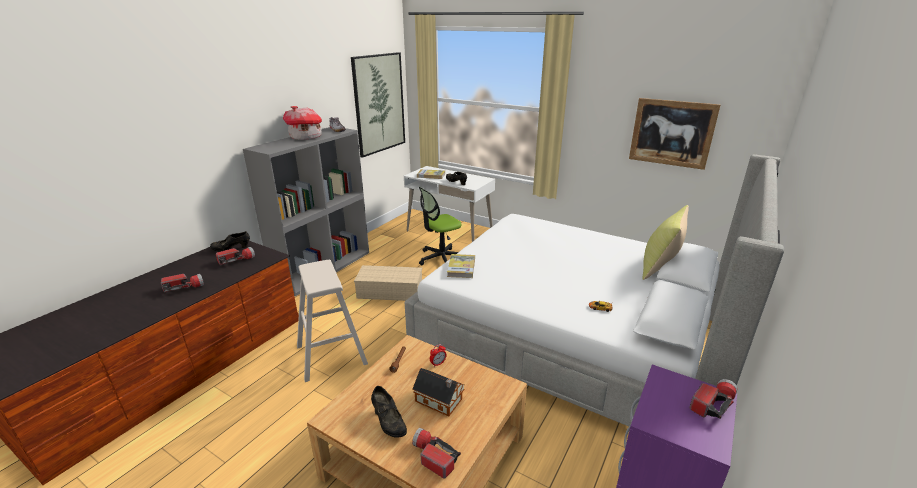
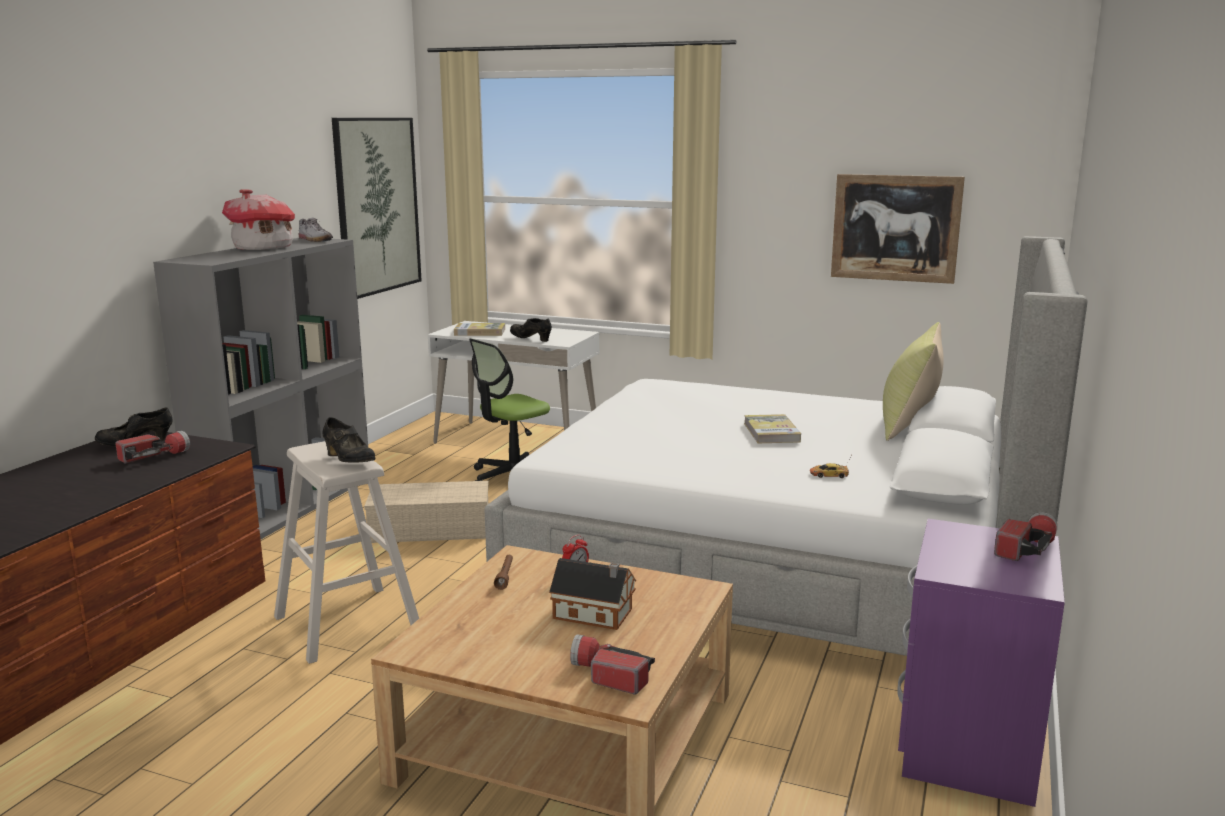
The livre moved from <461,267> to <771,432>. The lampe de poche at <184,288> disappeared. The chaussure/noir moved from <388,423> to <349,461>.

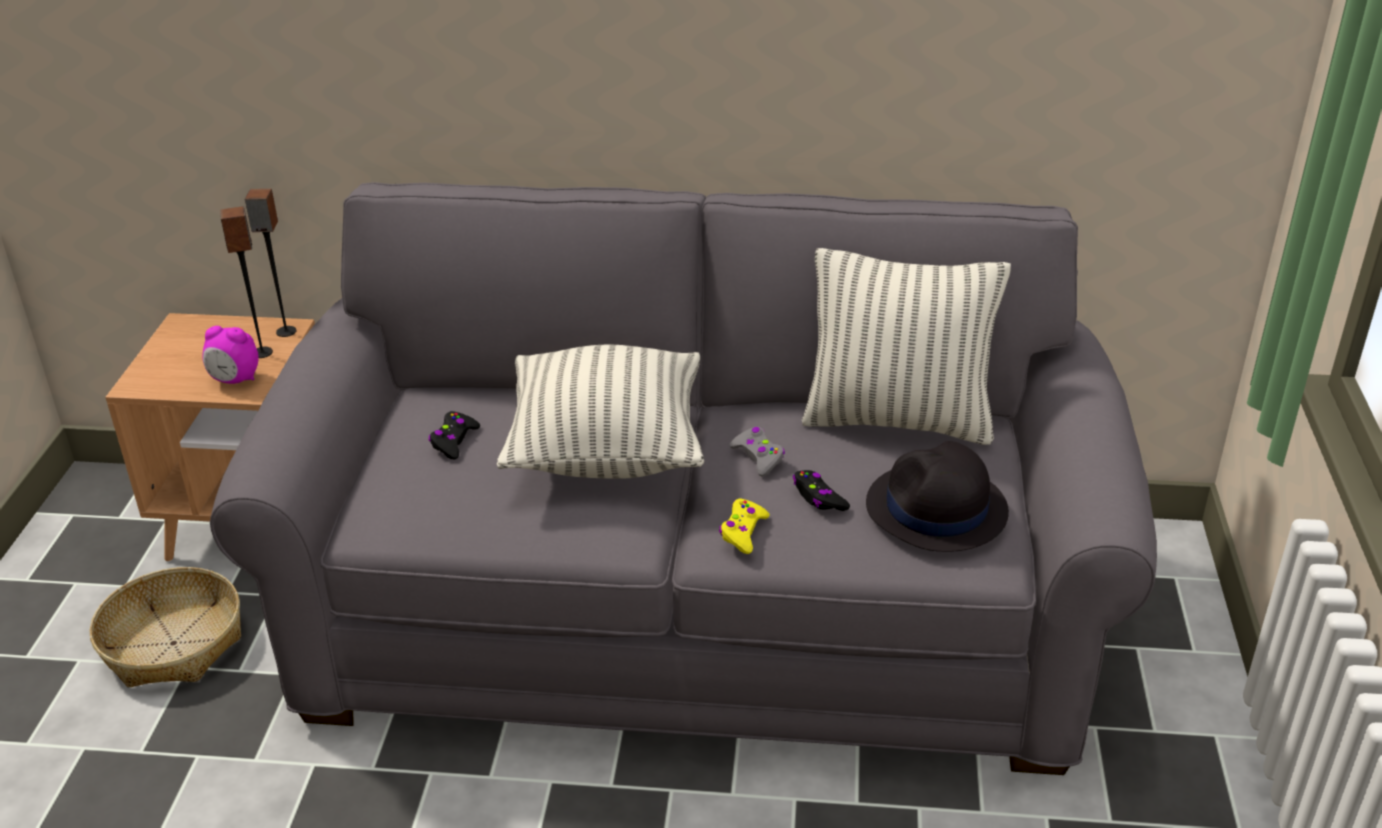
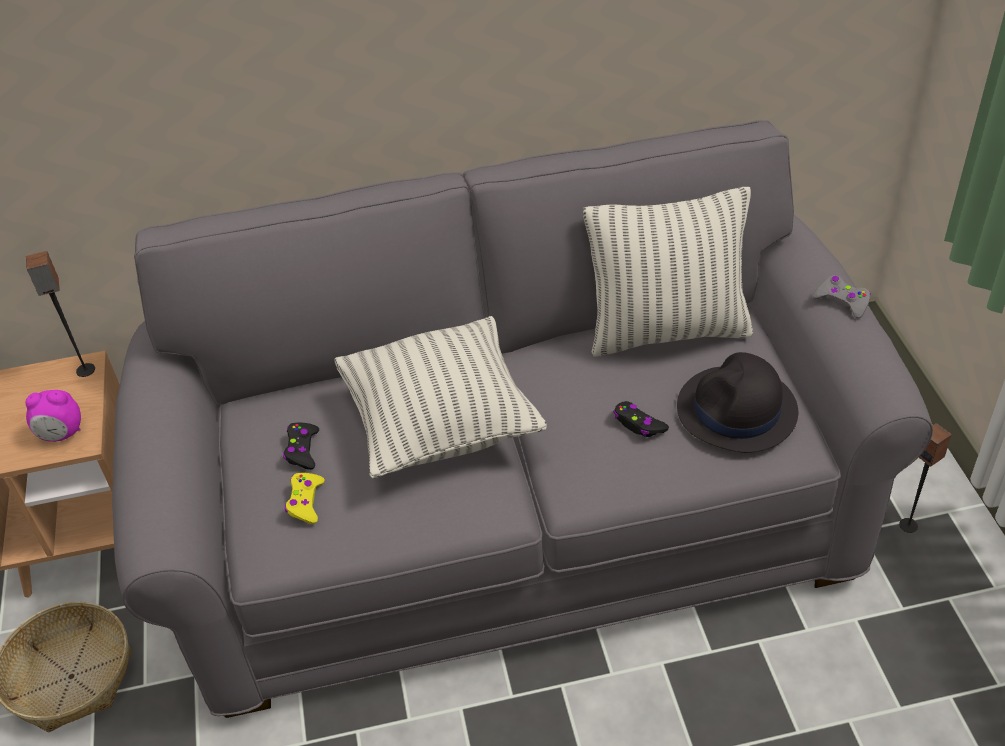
The enceinte moved from <262,352> to <908,525>. The manette/gris moved from <758,457> to <842,301>. The manette/jaune moved from <743,532> to <305,502>.

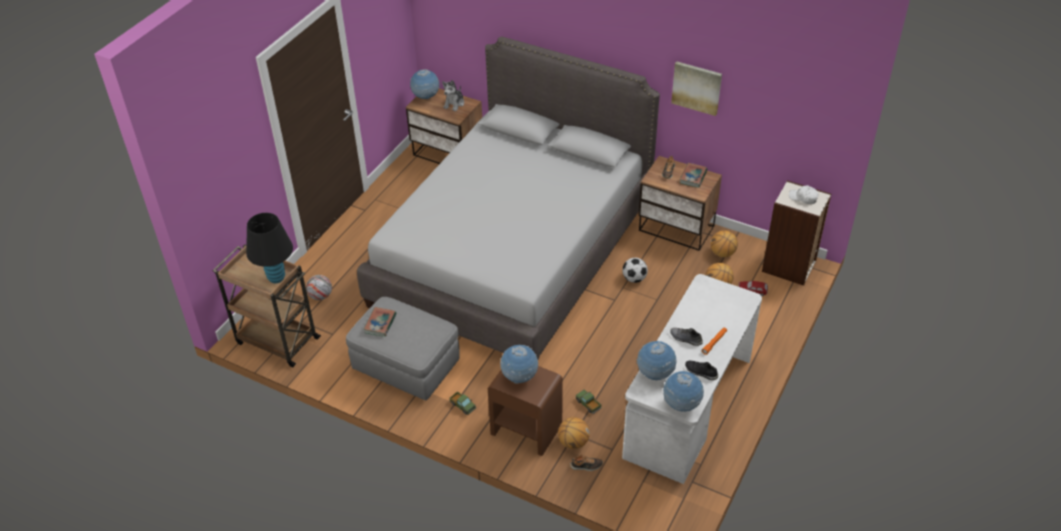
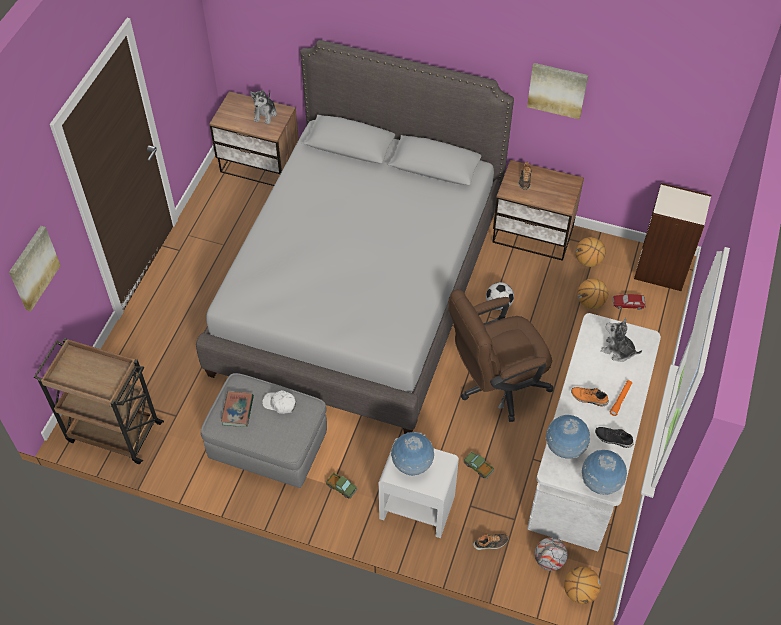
The globe at <426,97> disappeared. The livre at <693,177> disappeared. The casquette/blanc moved from <803,198> to <280,404>. The lampe de table/noir at <276,278> disappeared. The ballon de foot moved from <320,296> to <549,560>. The chaussure/gris at <685,339> became the chaussure/orange at <588,398>. The table de chevet/marron at <525,429> became the table de chevet/blanc at <416,507>. The ballon de basket moved from <573,442> to <579,592>. The tableau at <33,268> appeared. The chaise de bureau/marron at <495,386> appeared. The peluche at <618,350> appeared.

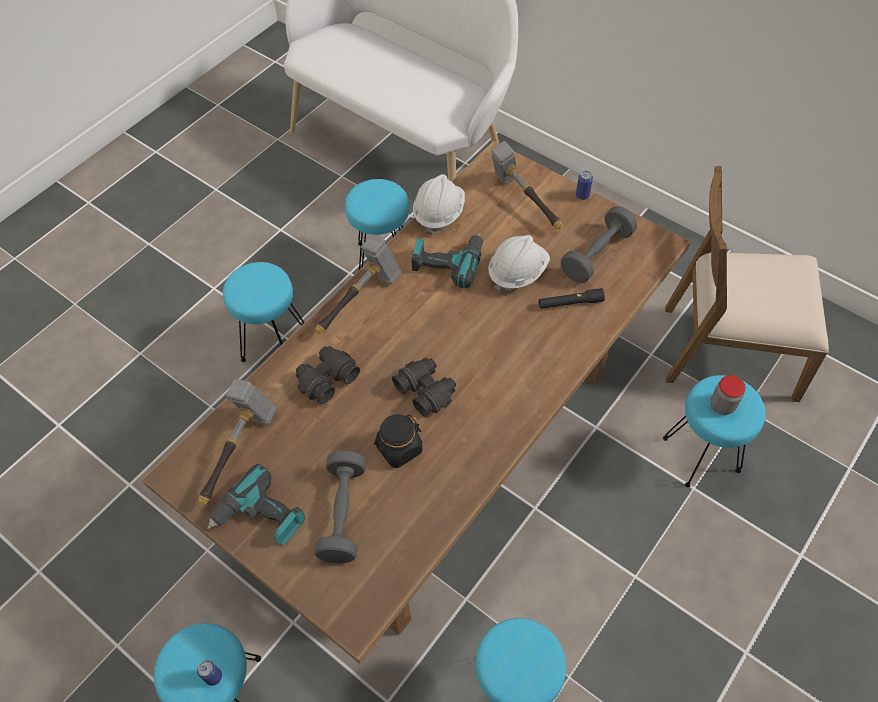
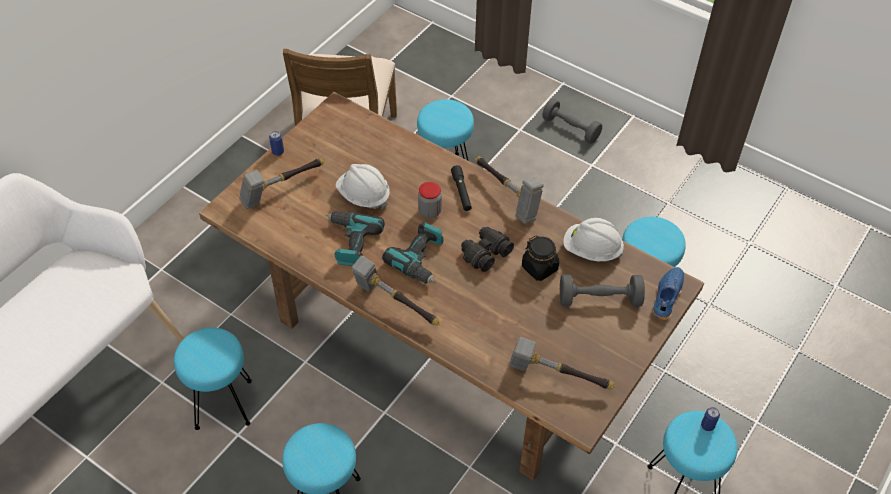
The casque de chantier/blanc moved from <439,213> to <591,250>. The haltère/gris moved from <596,255> to <570,129>. The lampe de poche/noir moved from <570,303> to <461,192>. The jumelles/noir at <326,378> disappeared. The bocal moved from <722,405> to <430,211>. The perceuse moved from <260,517> to <421,259>. The marteau at <506,196> appeared. The chaussure/bleu at <666,297> appeared.

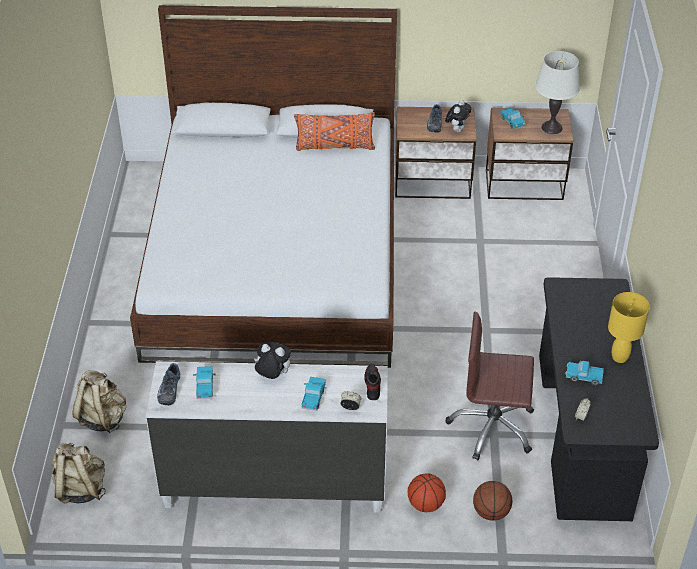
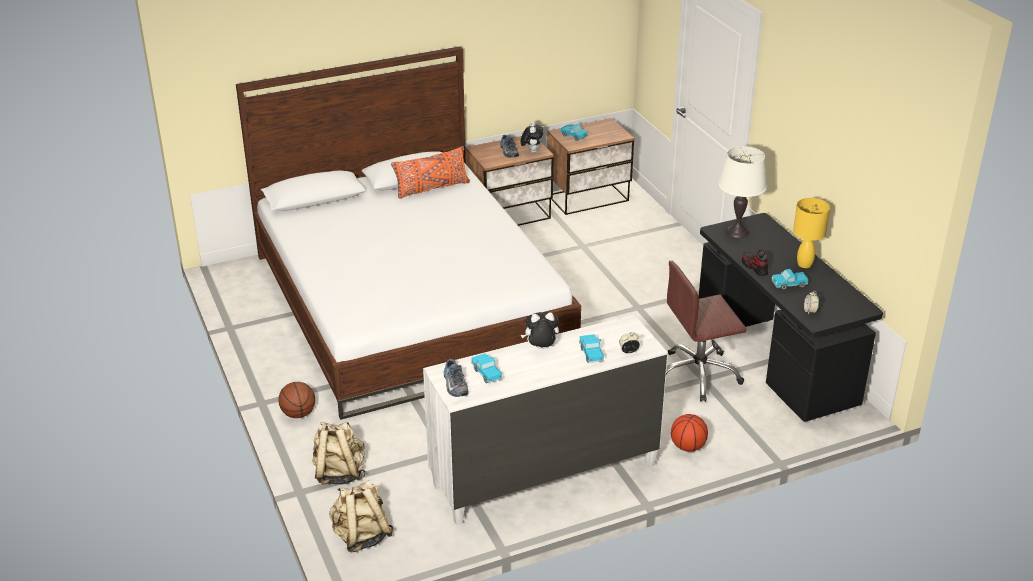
The lampe de table/blanc moved from <552,128> to <737,232>. The chaussure moved from <372,385> to <754,268>. The ballon de basket moved from <491,512> to <298,413>.

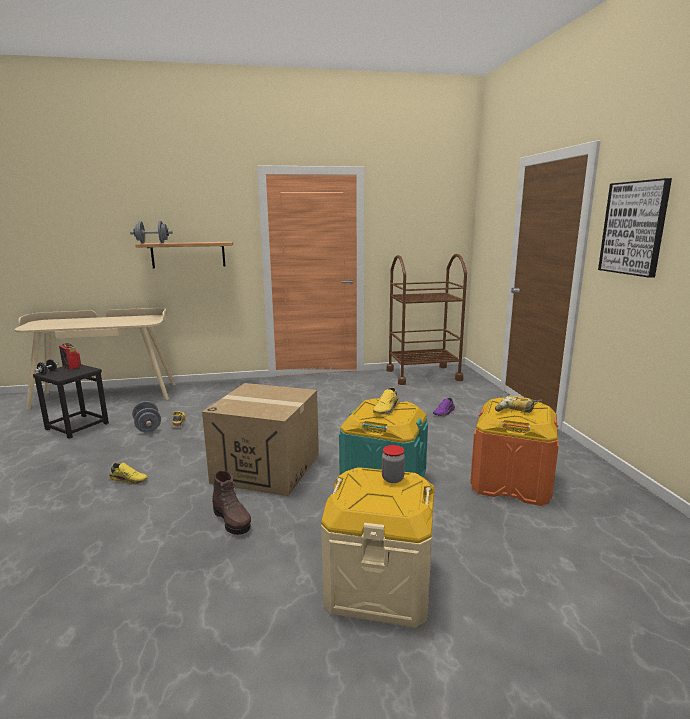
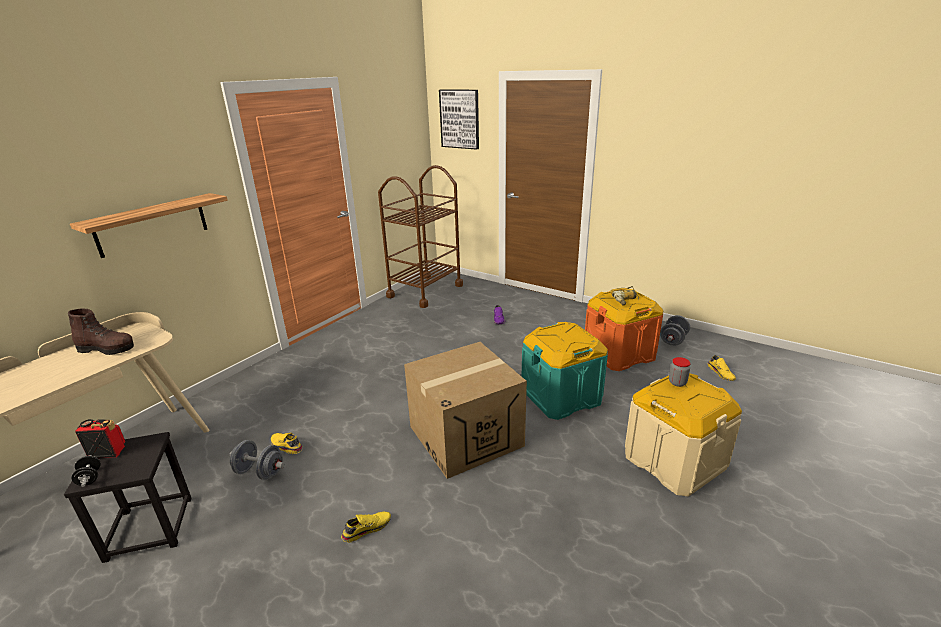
The tableau moved from <634,228> to <460,119>. The haltère/gris moved from <152,243> to <673,340>. The chaussure/jaune moved from <387,409> to <721,373>. The botte/marron moved from <232,520> to <107,349>.

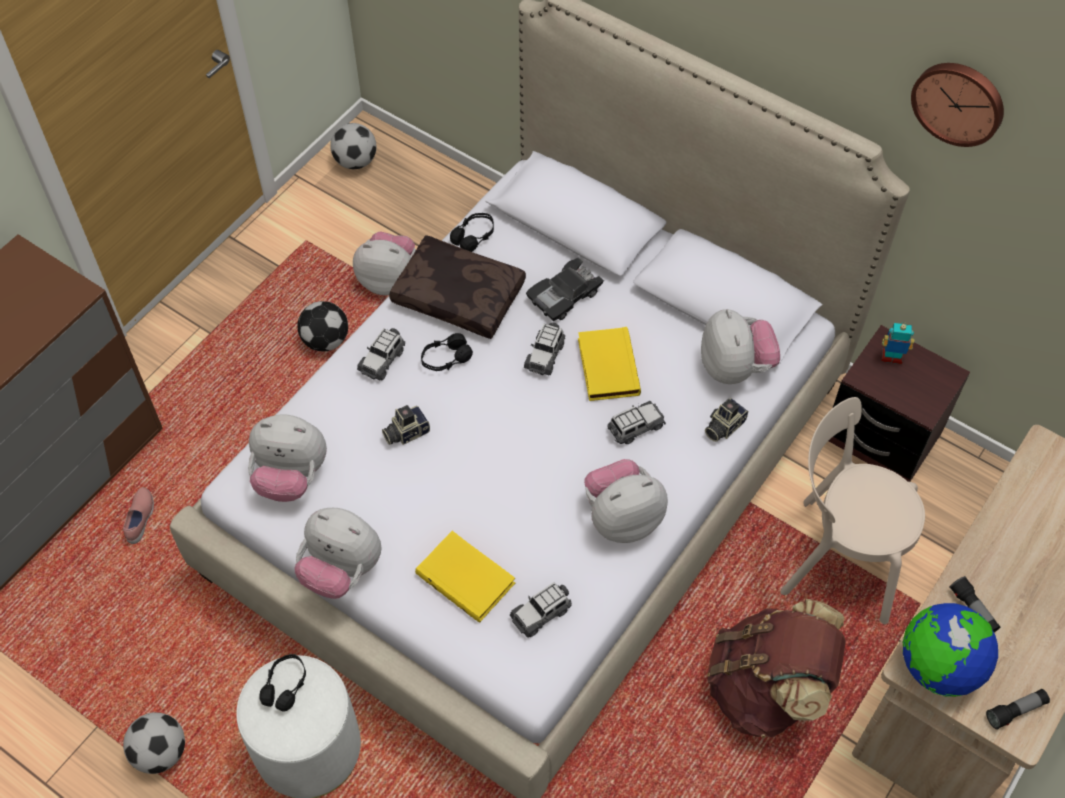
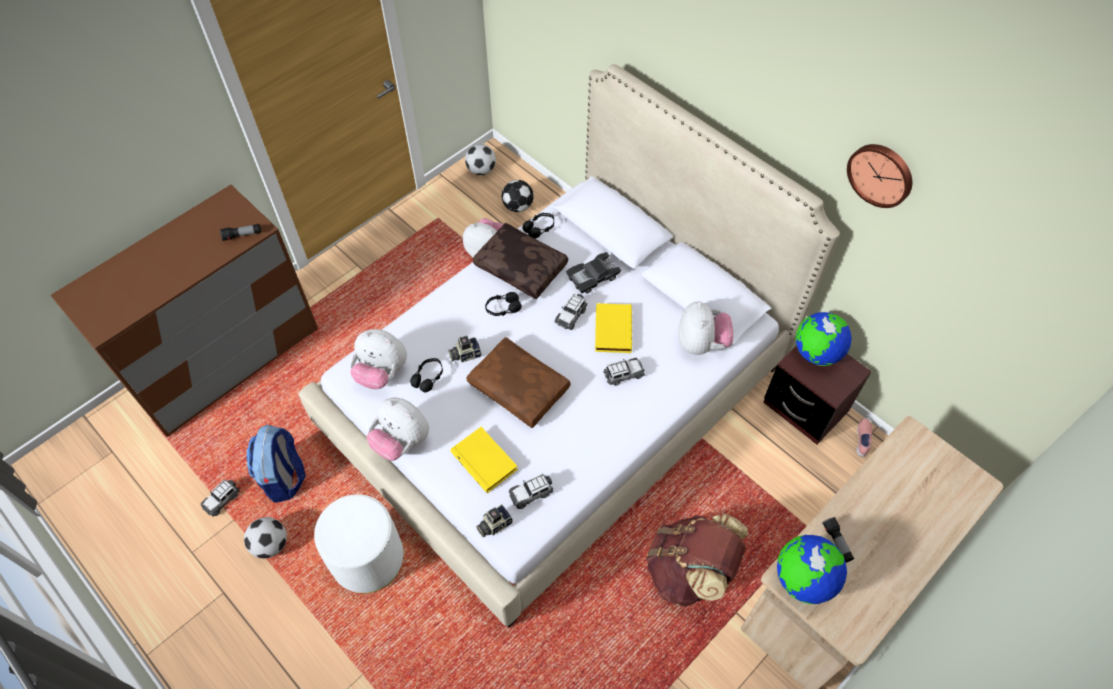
The ballon de foot moved from <326,341> to <518,207>. The robot jouet at <891,358> was replaced by the globe at <816,353>. The petite voiture moved from <382,360> to <222,500>. The chaise/beige at <836,558> disappeared. The appareil photo moved from <723,426> to <493,524>. The peluche at <622,517> disappeared. The chaussure/rose moved from <141,519> to <863,440>. The casque audio/noir moved from <285,685> to <428,377>. The lampe de poche moved from <1015,711> to <242,235>. The coussin/marron at <520,387> appeared. The sac à dos at <284,477> appeared.

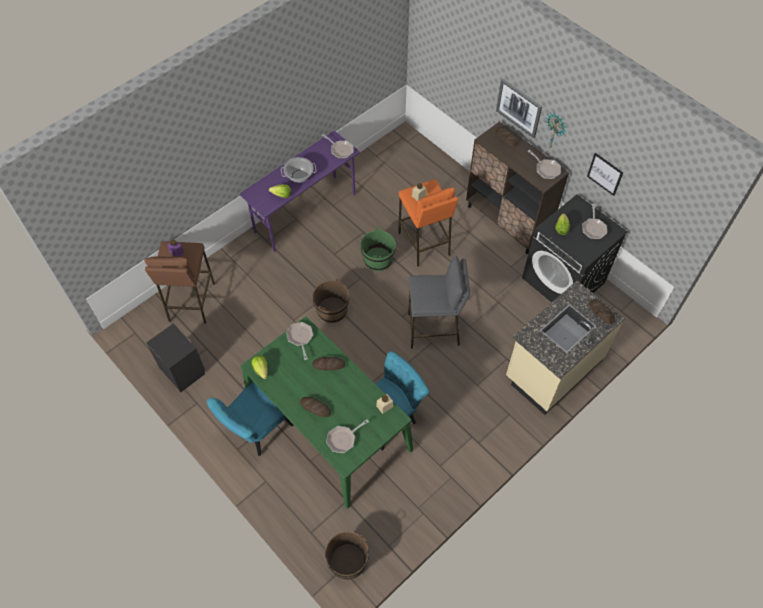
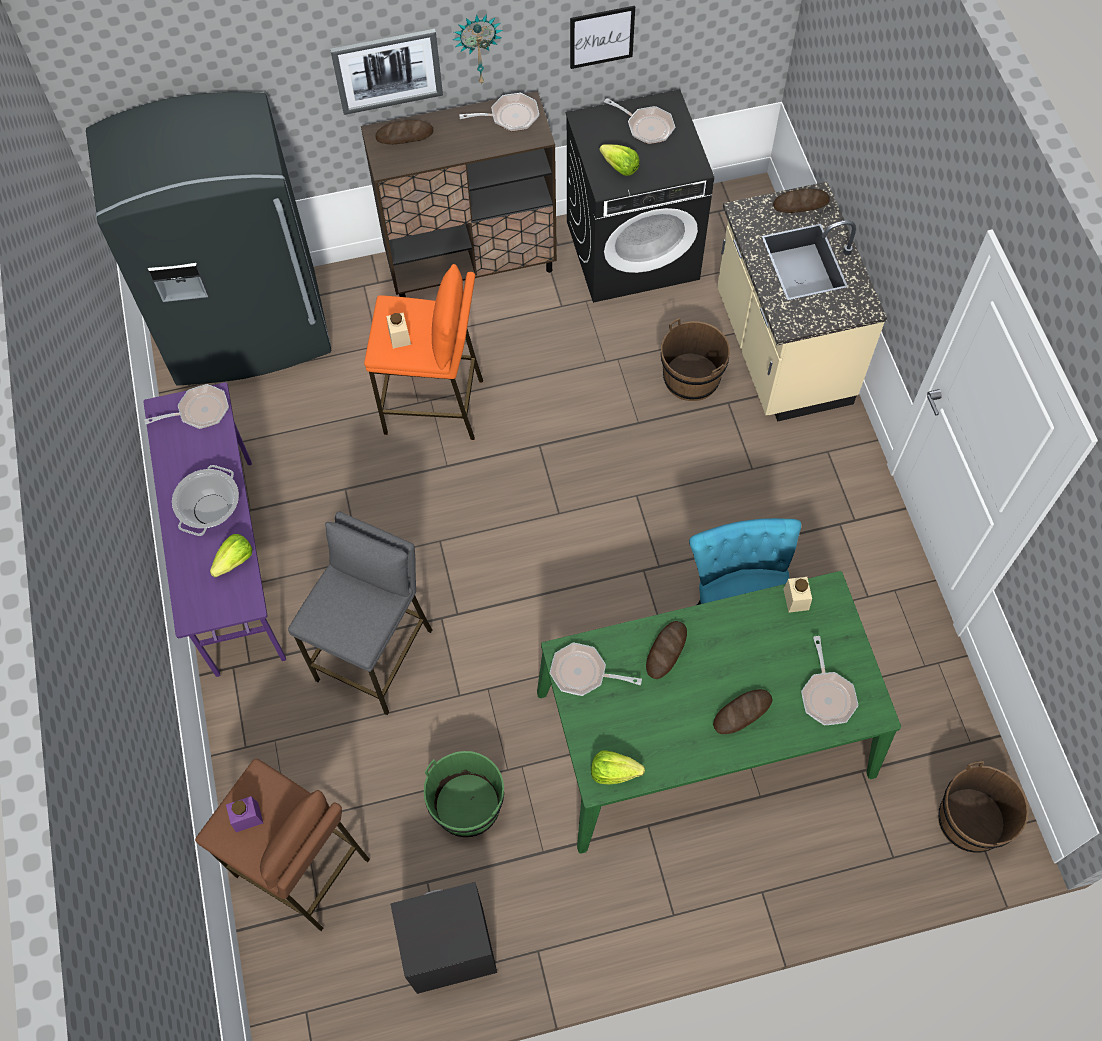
The seau/vert moved from <378,259> to <467,805>. The tabouret/gris moved from <434,330> to <376,655>. The seau/marron moved from <332,310> to <691,378>. The chaise/turquoise at <255,431> disappeared. The réfrigérateur/gris at <248,331> appeared.

